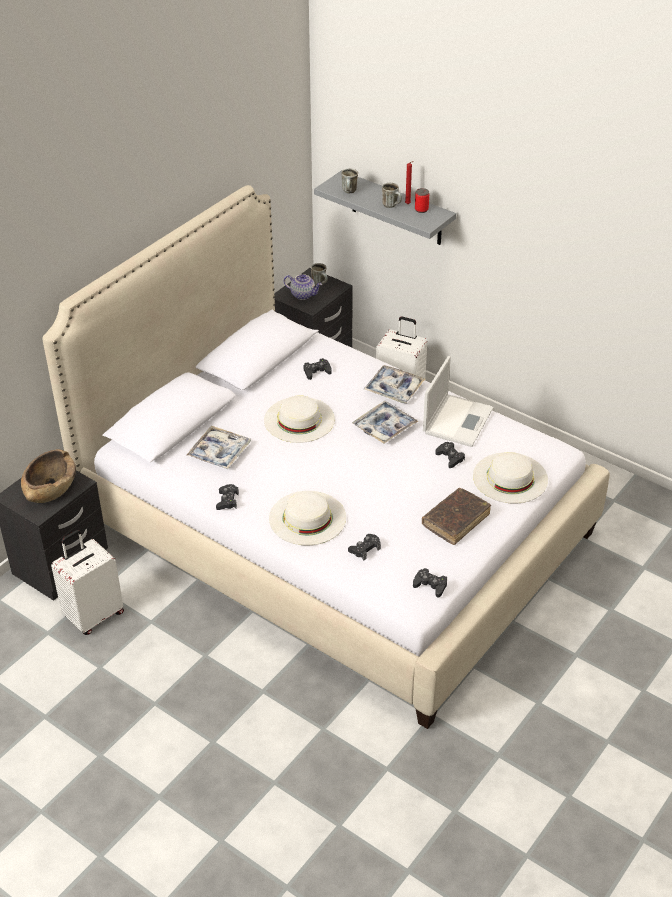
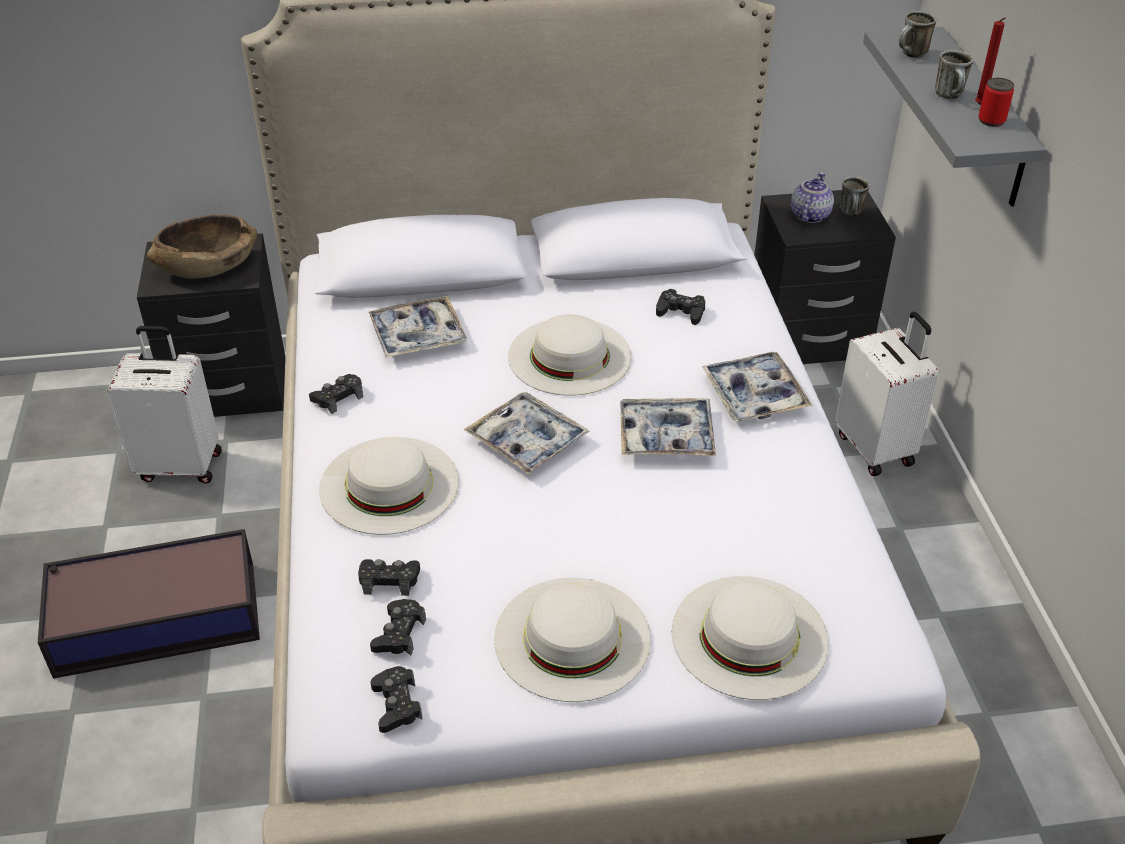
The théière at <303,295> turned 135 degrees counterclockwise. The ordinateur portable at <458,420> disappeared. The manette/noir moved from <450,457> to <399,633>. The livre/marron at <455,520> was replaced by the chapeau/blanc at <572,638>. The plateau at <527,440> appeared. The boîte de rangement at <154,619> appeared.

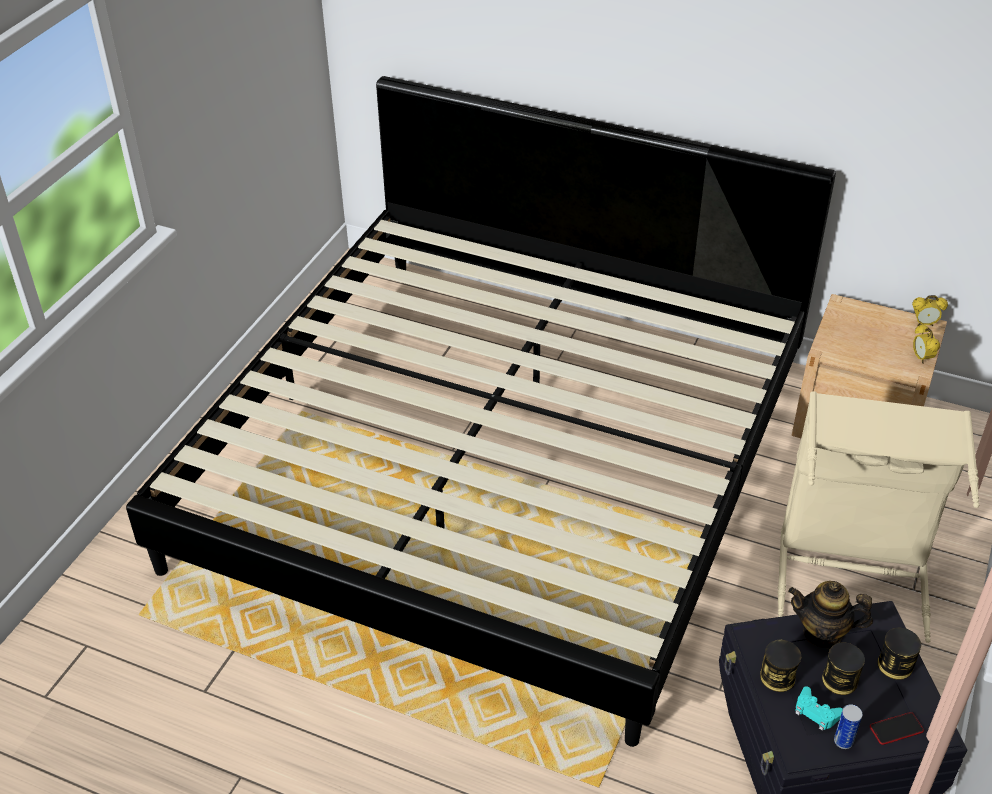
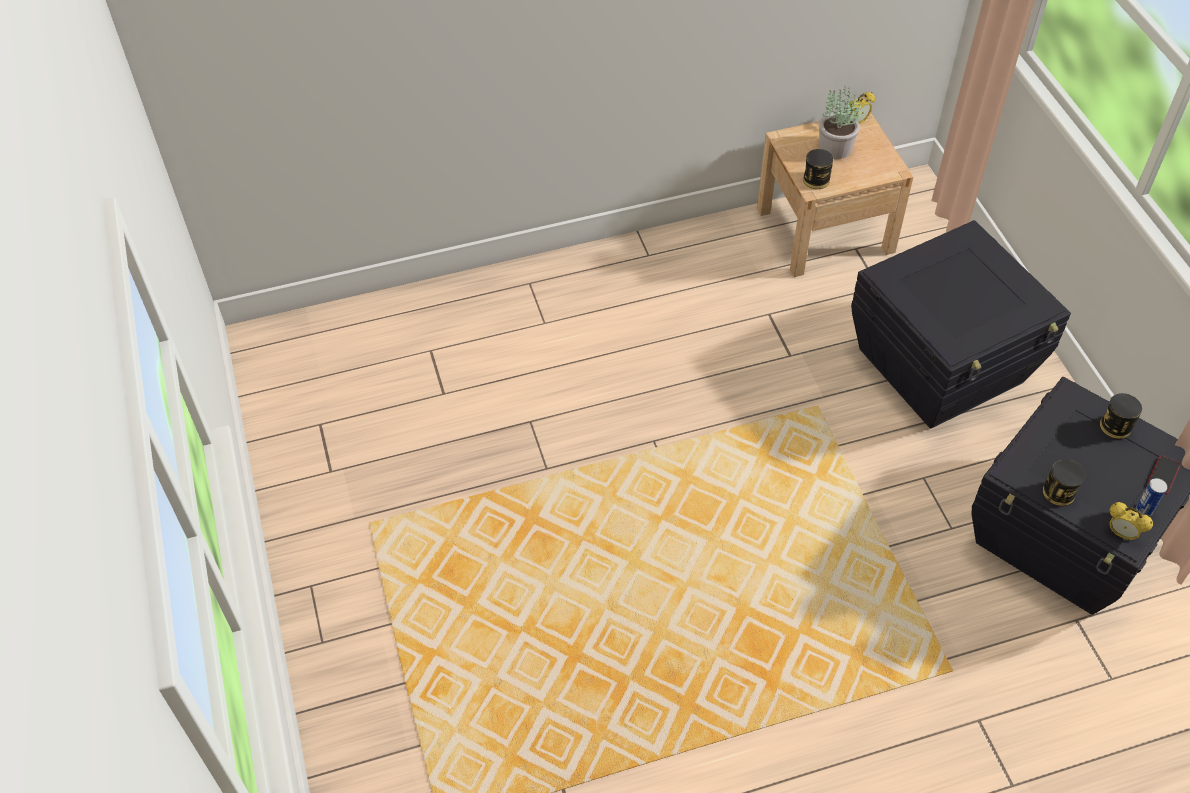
The lit at <497,462> disappeared. The réveil moved from <921,358> to <1121,534>. The panier à linge/beige at <852,571> was replaced by the boîte de rangement/noir at <942,365>. The théière at <823,633> disappeared. The boîte métallique moved from <839,680> to <816,180>. The manette/turquoise at <816,712> disappeared. The plante en pot at <834,148> appeared.

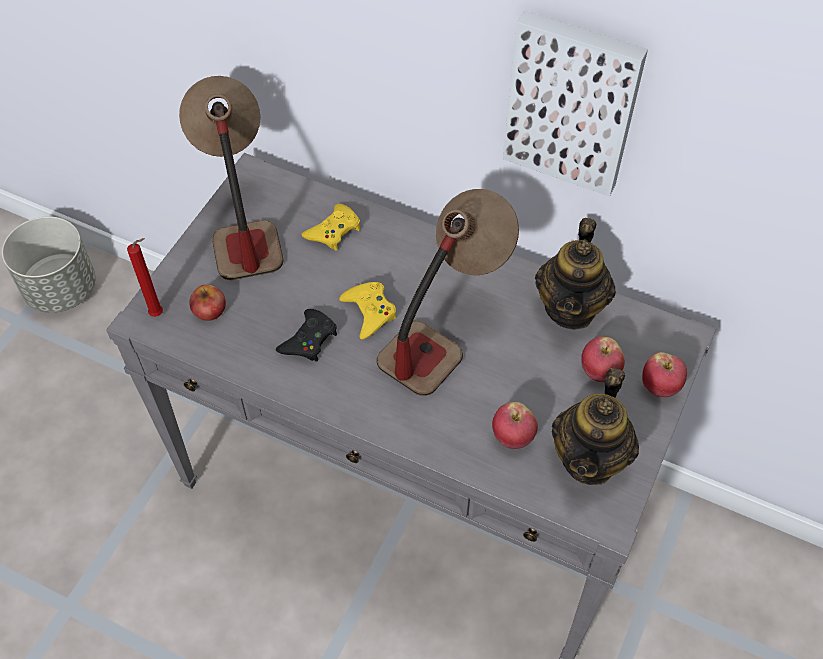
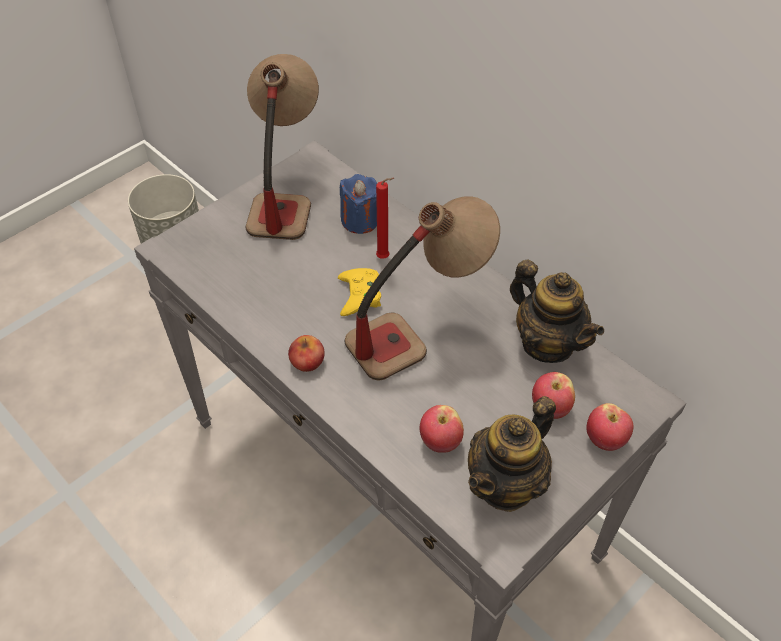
The tableau at <572,102> disappeared. The manette/jaune at <334,231> was replaced by the bougie/bleu at <360,220>. The théière at <571,307> turned 75 degrees counterclockwise. The bougie/rouge moved from <159,314> to <385,258>. The pomme moved from <209,310> to <307,361>. The manette/noir at <309,340> disappeared.

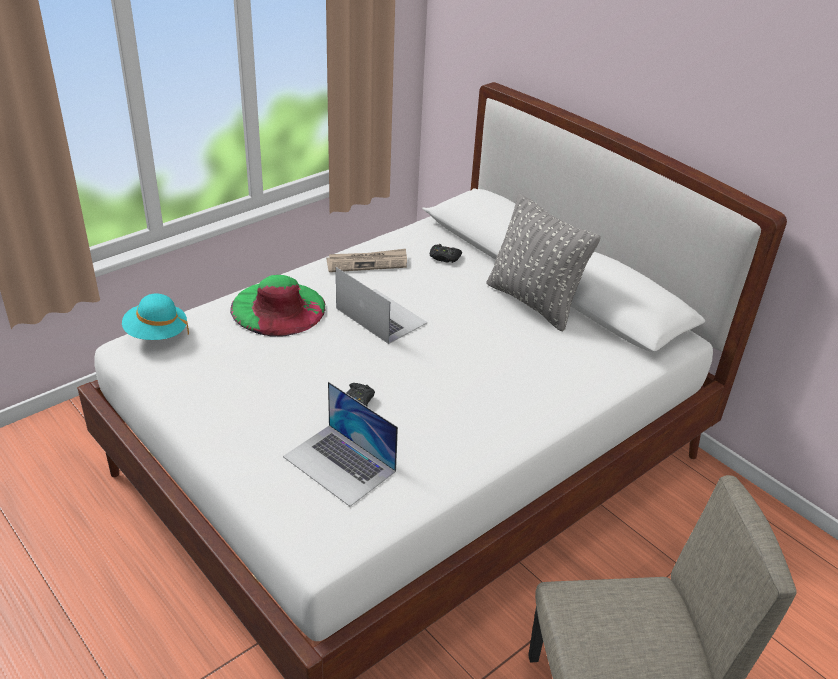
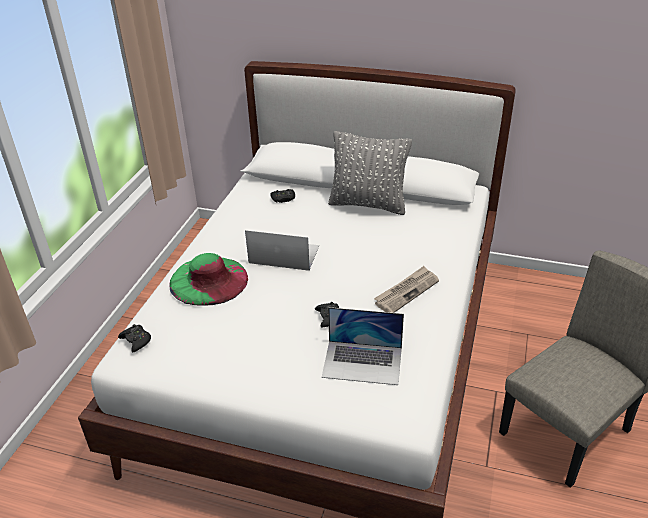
The journal moved from <367,263> to <406,291>. The chapeau/turquoise at <156,334> was replaced by the manette/noir at <136,340>.

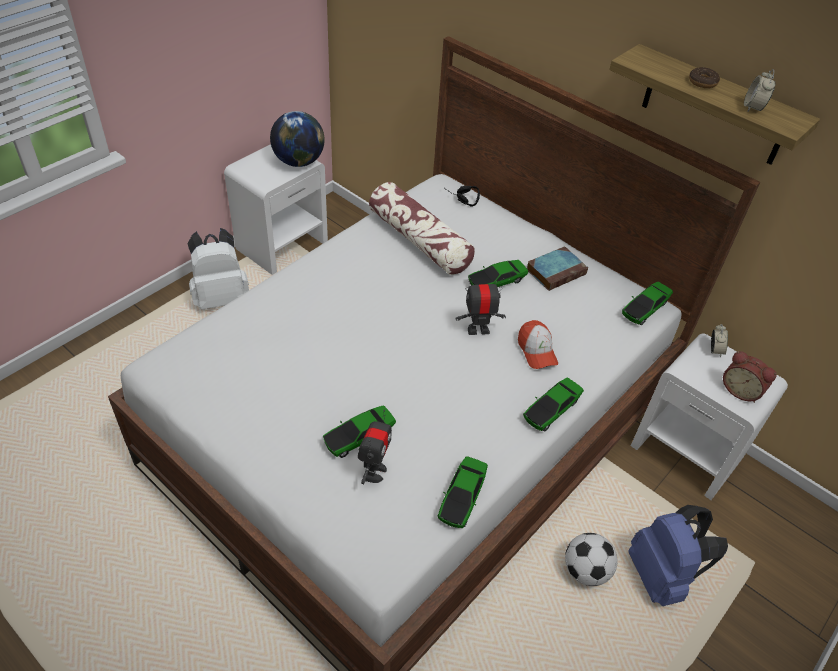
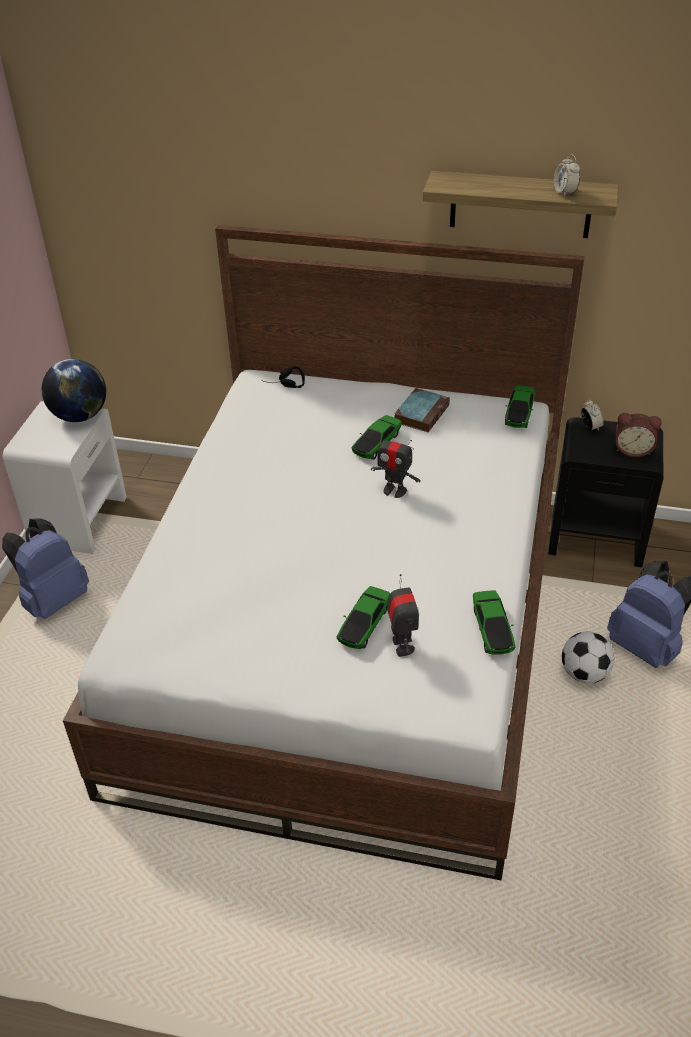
The beignet at <702,82> disappeared. The coussin at <419,240> disappeared. The sac à dos/blanc at <221,298> became the sac à dos/bleu at <53,600>. The robot jouet at <478,330> turned 120 degrees counterclockwise. The casquette at <536,351> disappeared. The table de chevet/blanc at <687,452> became the table de chevet/noir at <597,537>. The petite voiture at <551,409> disappeared.

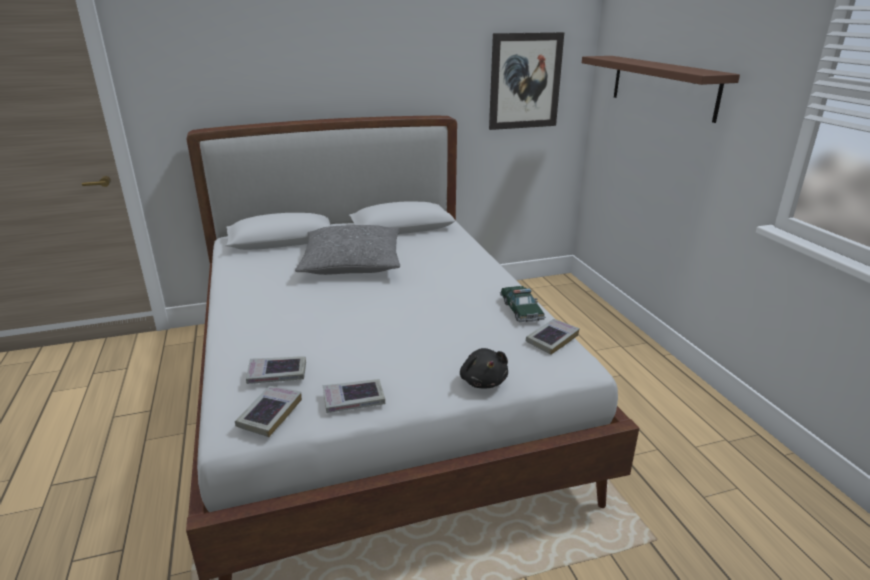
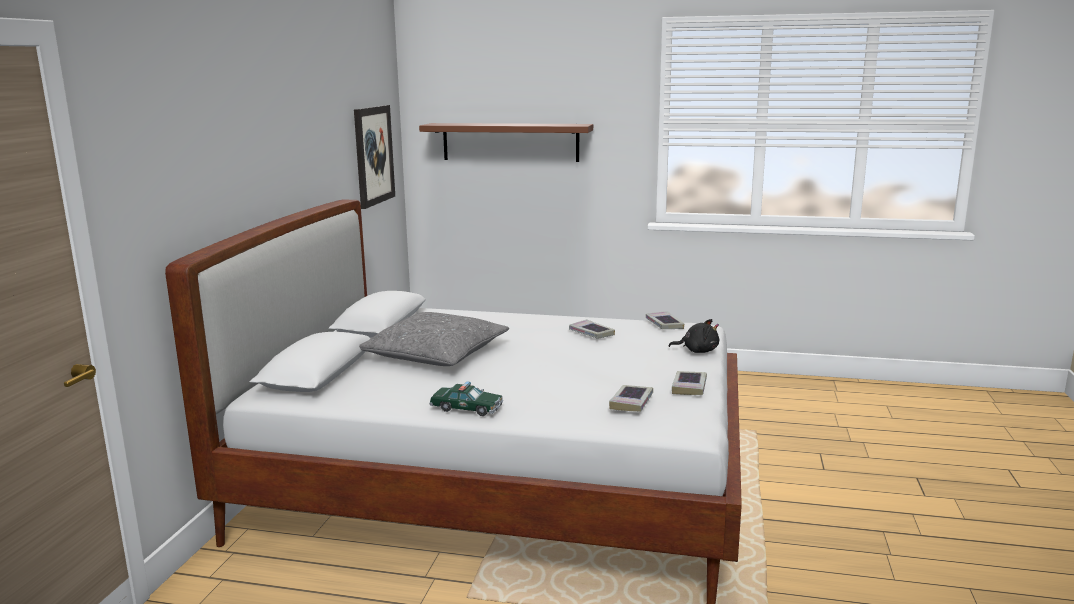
The petite voiture moved from <521,310> to <466,408>. The livre moved from <270,414> to <591,333>.

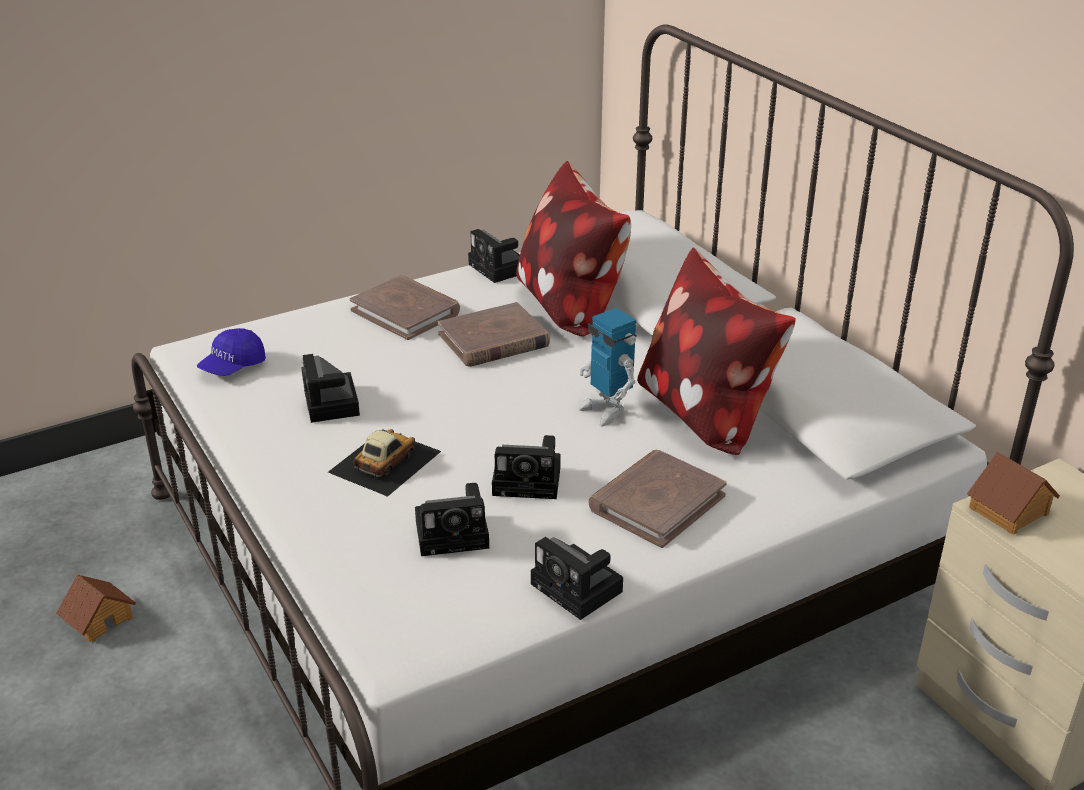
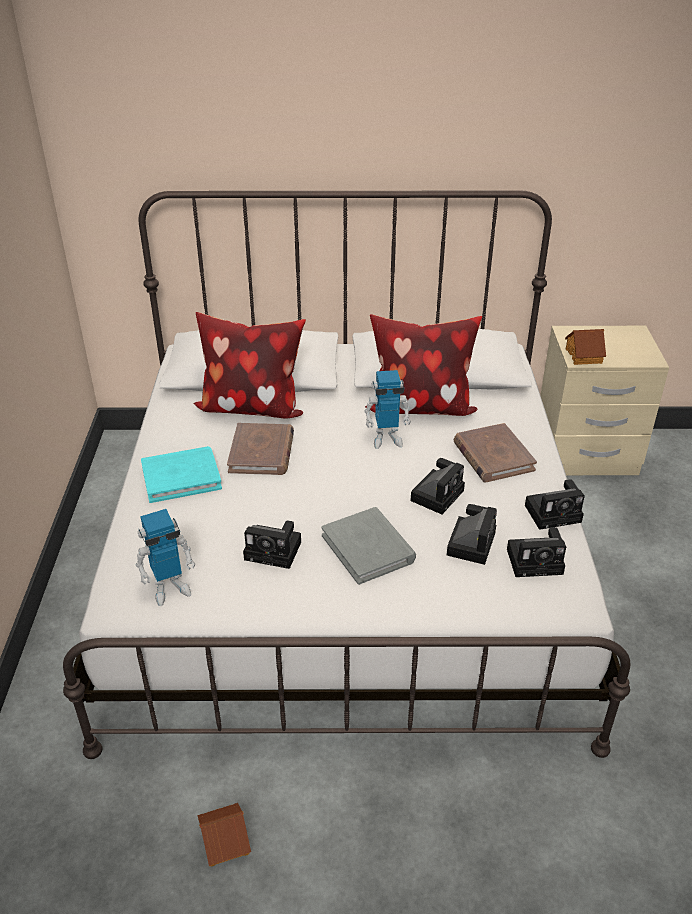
The appareil photo moved from <500,269> to <537,561>. The livre/marron at <406,312> became the livre/turquoise at <181,477>. The casquette/bleu at <233,367> was replaced by the robot jouet at <170,588>. The petite voiture at <384,461> was replaced by the livre/gris at <368,548>.

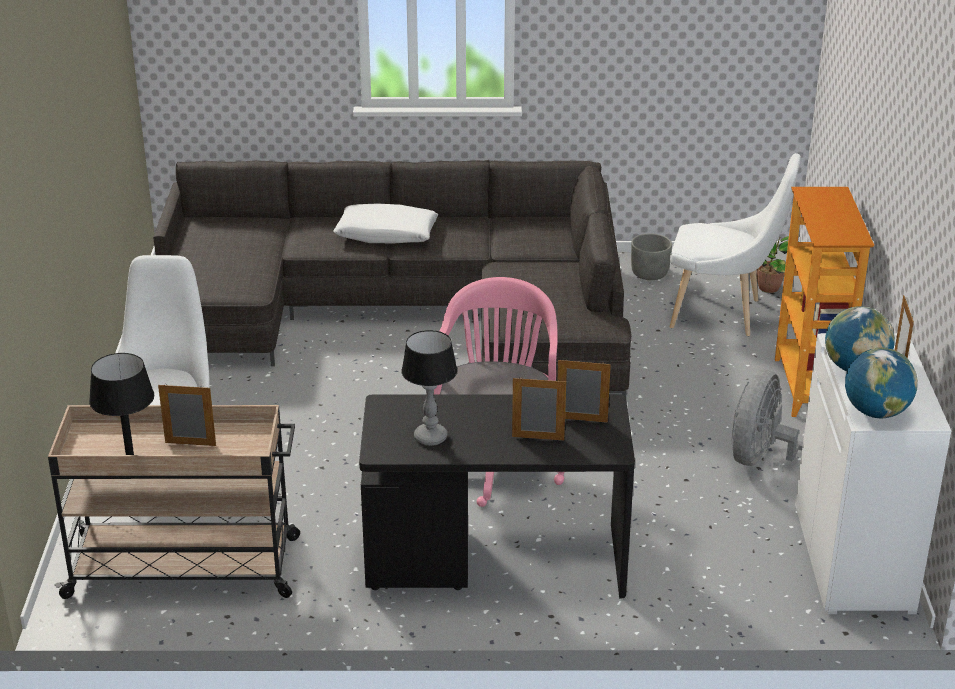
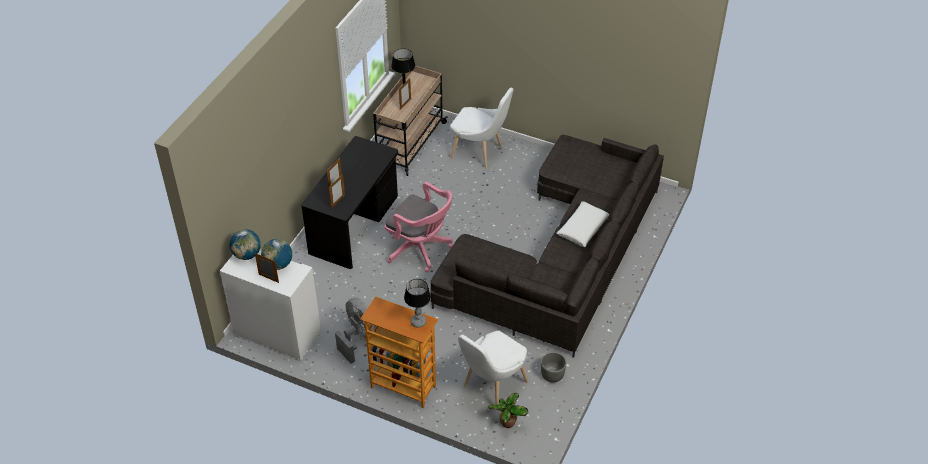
The lampe de table moved from <430,437> to <418,322>.

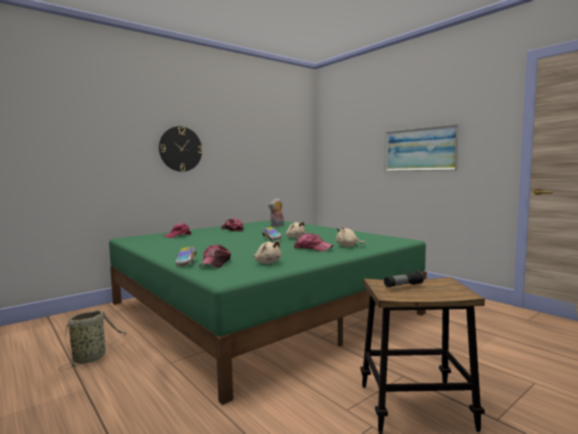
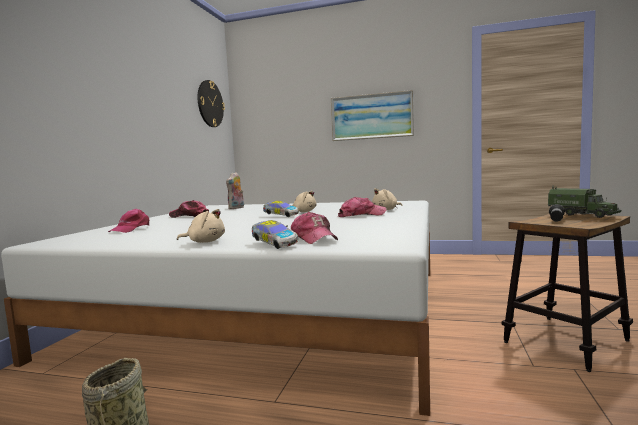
The horloge murale moved from <180,149> to <210,104>. The lit/vert at <261,308> became the lit/blanc at <272,308>. The peluche/beige moved from <267,262> to <205,242>. The camion jouet at <582,215> appeared.

